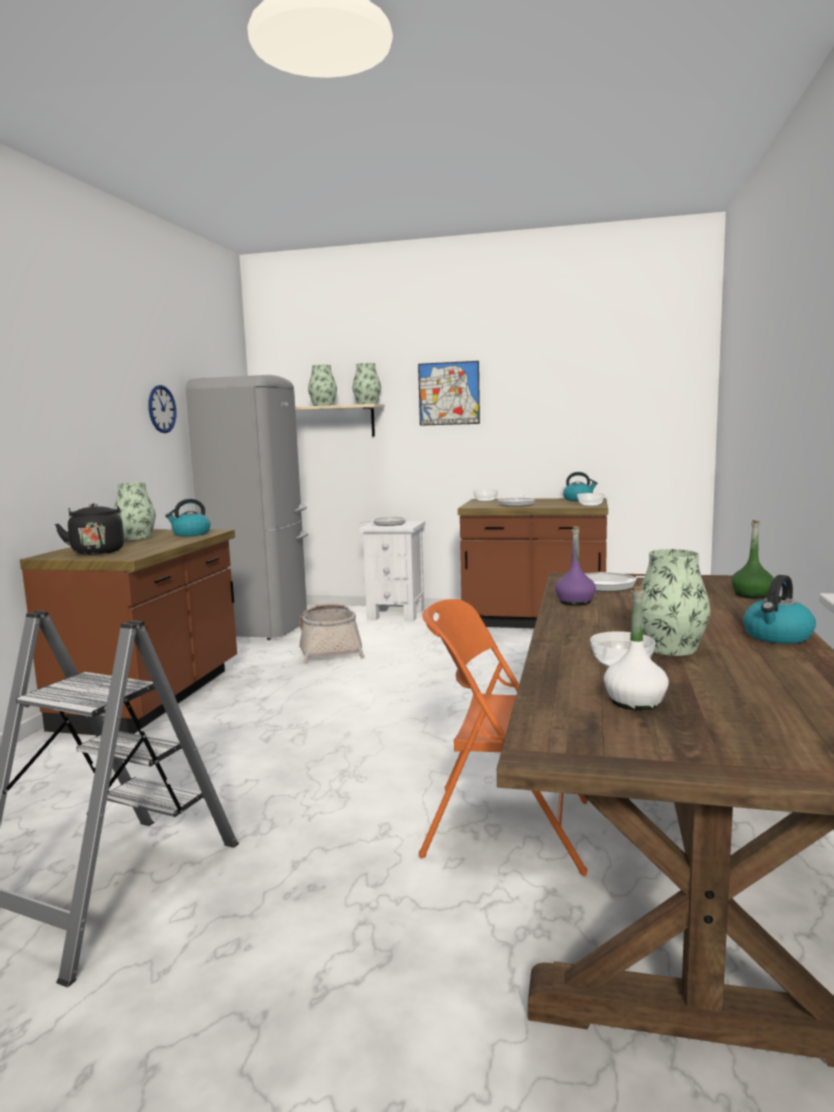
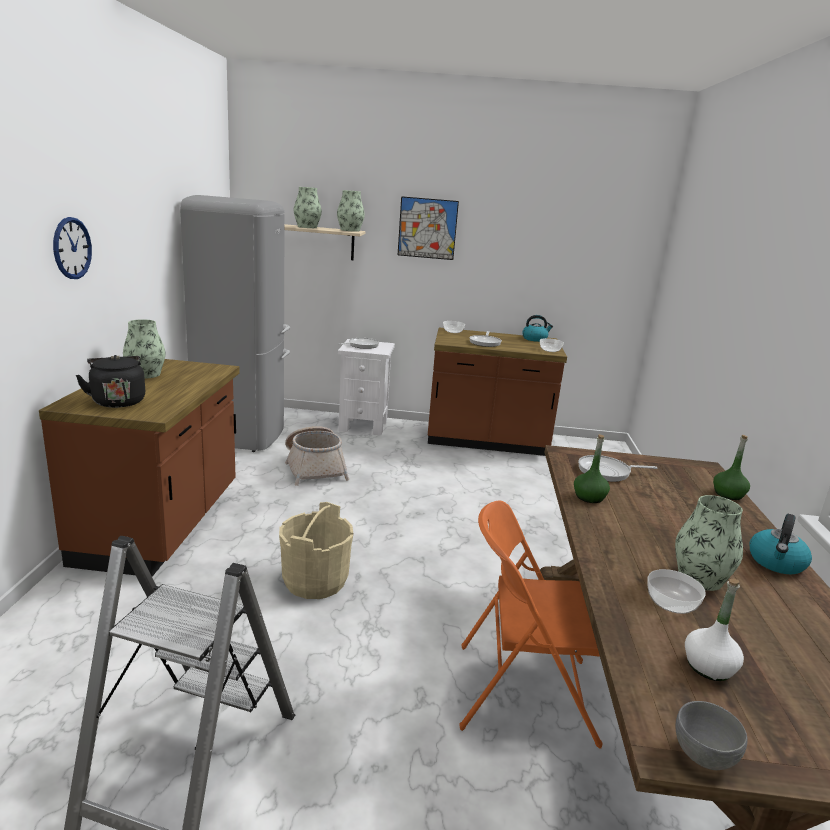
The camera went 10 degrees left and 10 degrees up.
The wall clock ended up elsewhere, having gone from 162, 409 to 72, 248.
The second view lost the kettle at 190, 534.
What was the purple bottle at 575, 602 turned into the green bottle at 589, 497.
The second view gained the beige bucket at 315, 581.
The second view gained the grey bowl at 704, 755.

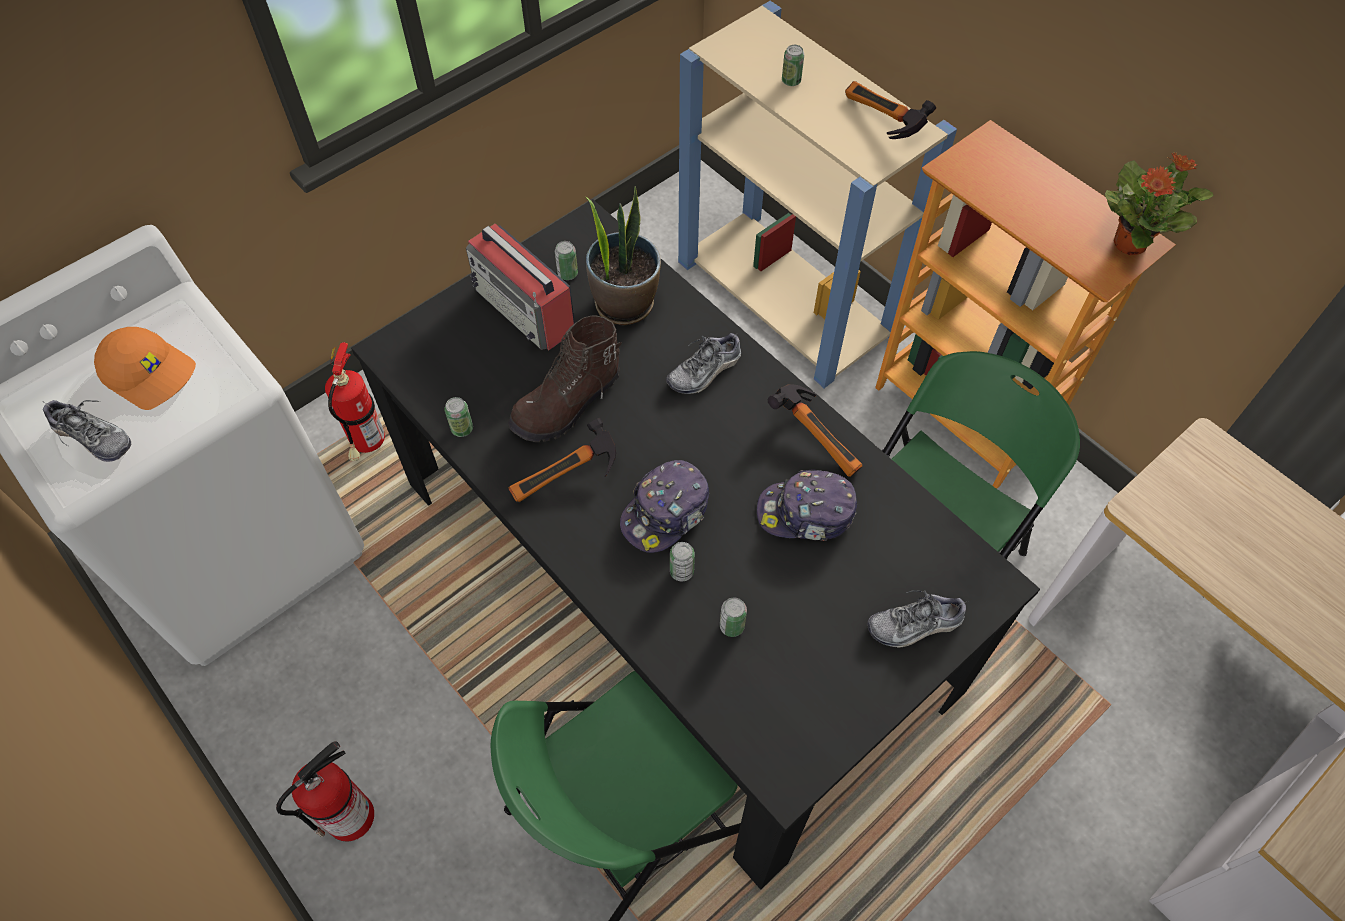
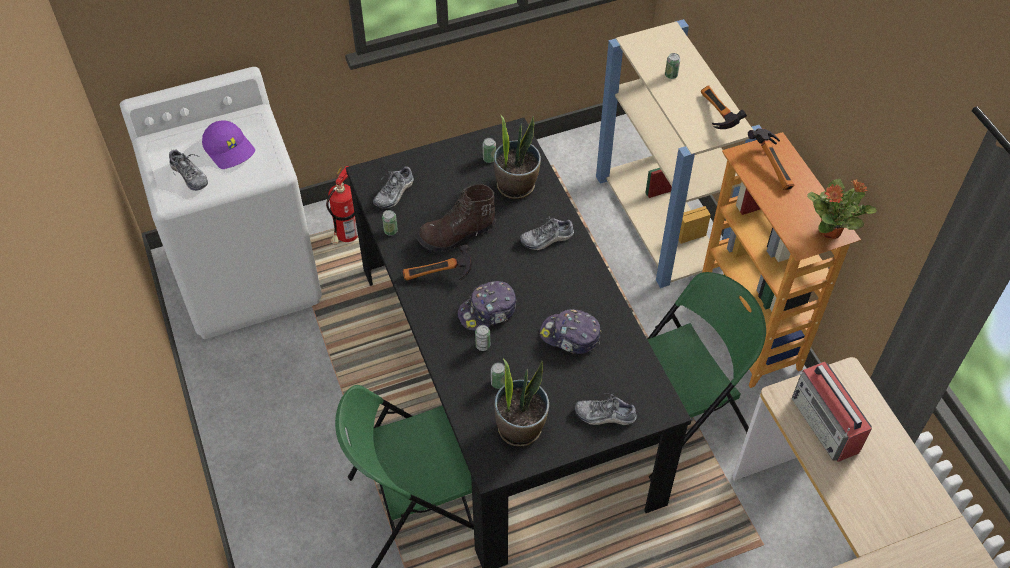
The camera went 20 degrees right and 5 degrees down.
The radio ended up elsewhere, having gone from 526, 310 to 825, 425.
What was the orange cap at 151, 373 turned into the purple cap at 230, 149.
The hammer ended up elsewhere, having gone from 820, 437 to 774, 166.
The second view lost the fire extinguisher at 351, 815.
The second view gained the shoe at 394, 193.
The second view gained the potted plant at 520, 427.

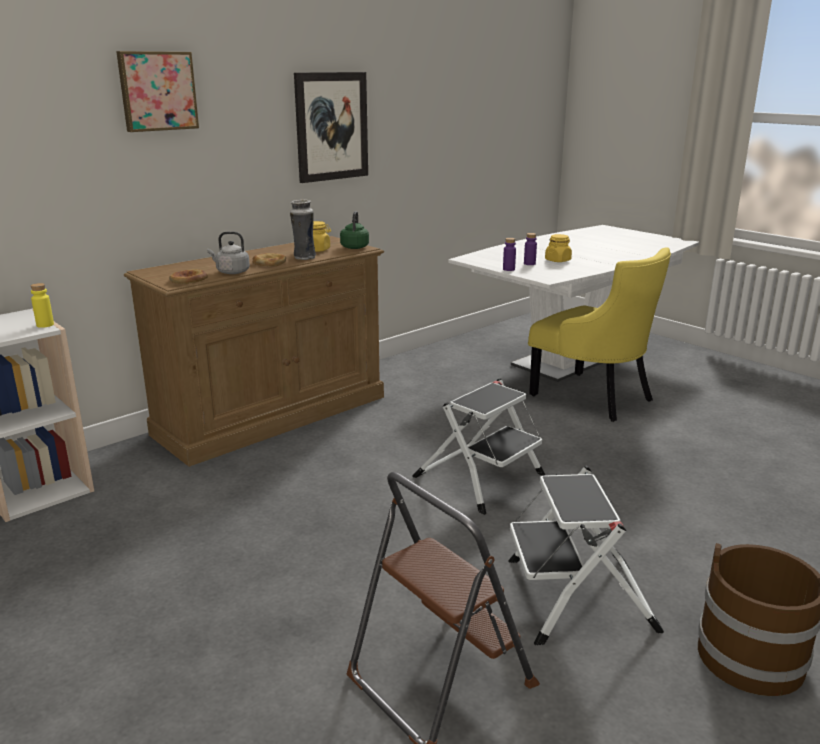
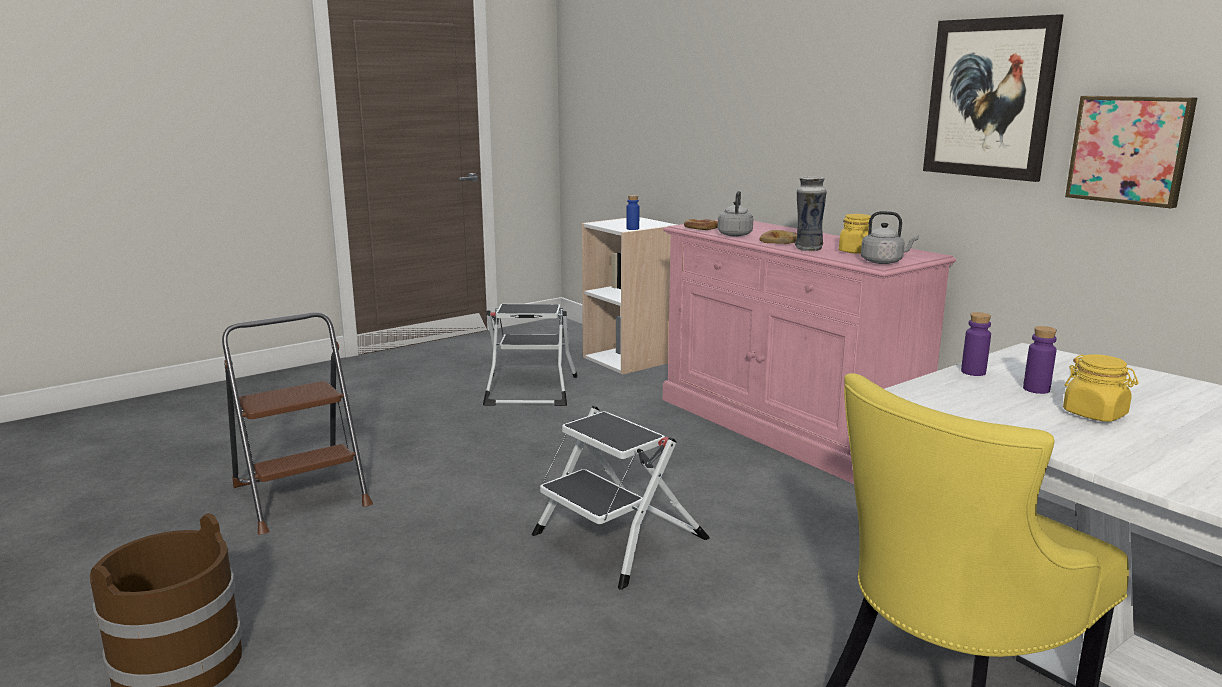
The camera went 95 degrees right and 5 degrees down.
The picture ended up elsewhere, having gone from 157, 91 to 1130, 149.
What was the green kettle at 355, 247 turned into the grey kettle at 884, 262.
What was the brown cabinet at 274, 415 turned into the pink cabinet at 785, 428.
What was the yellow bottle at 45, 325 turned into the blue bottle at 632, 229.
The step ladder ended up elsewhere, having gone from 578, 596 to 530, 389.

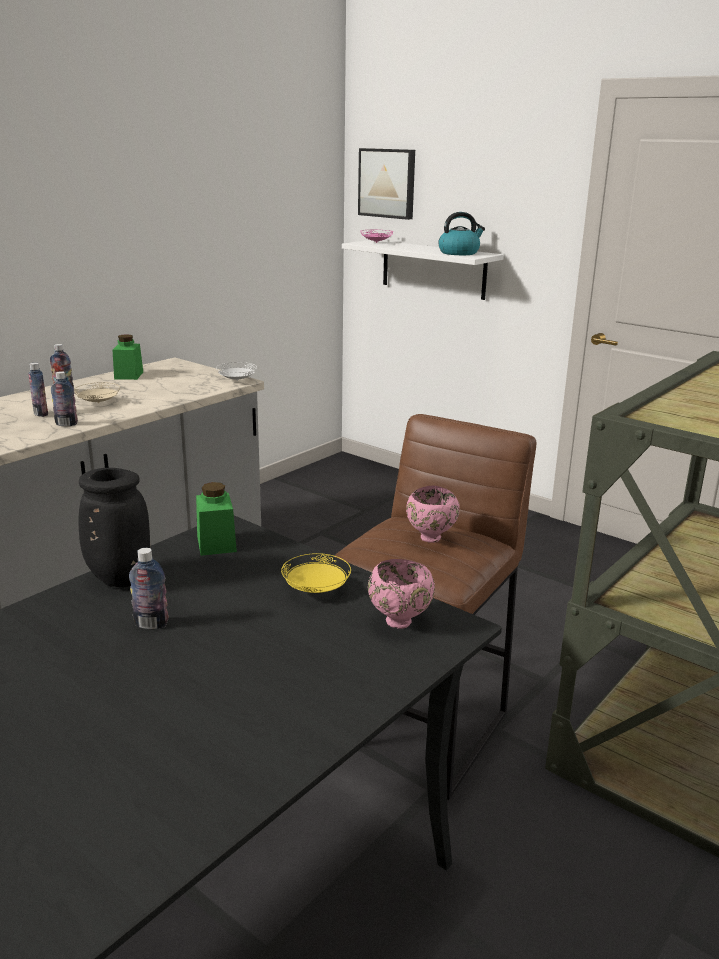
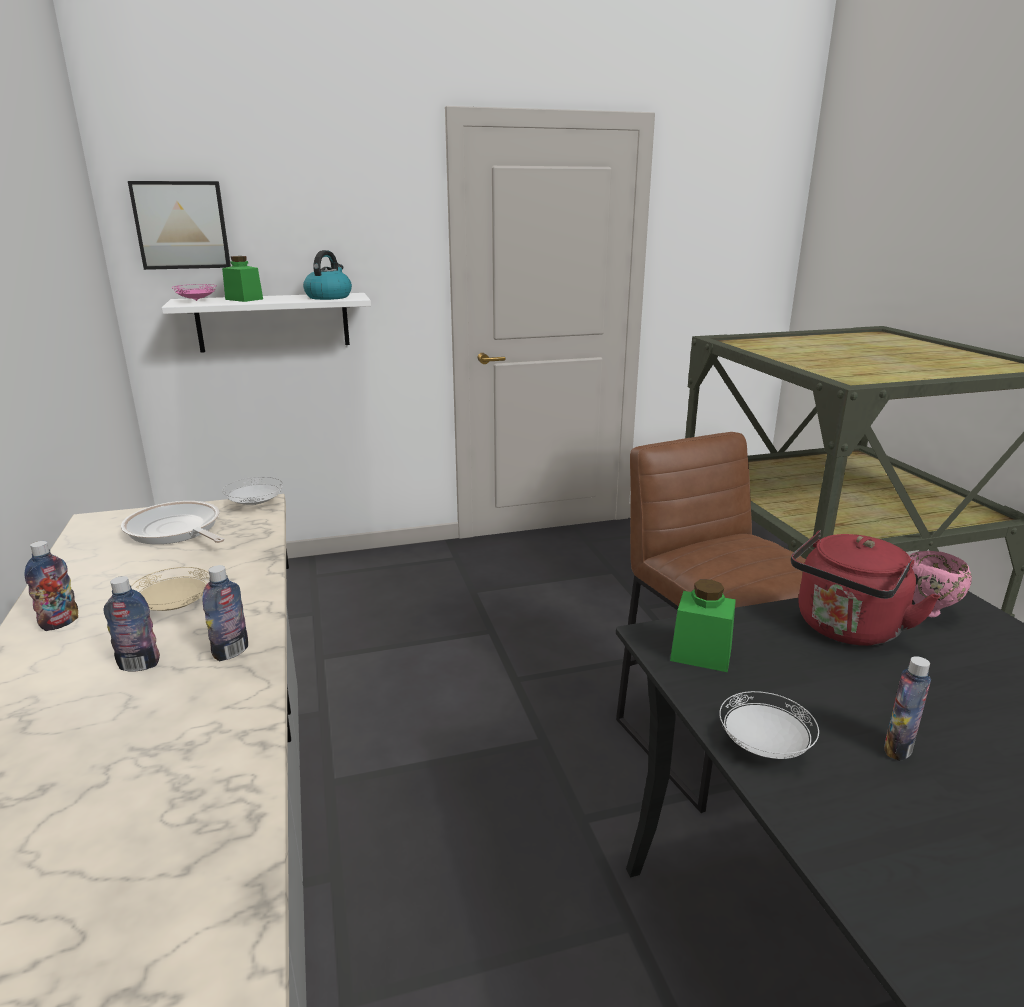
The camera went 55 degrees left and 0 degrees up.
The green jar ended up elsewhere, having gone from 129, 375 to 244, 299.
Where the black vase stood at 117, 579, the white plate came to stand at 763, 746.
The second view lost the pink bowl at 431, 539.
Where the yellow plate stood at 316, 589, the red kettle came to stand at 846, 630.
The second view gained the frying pan at 175, 530.

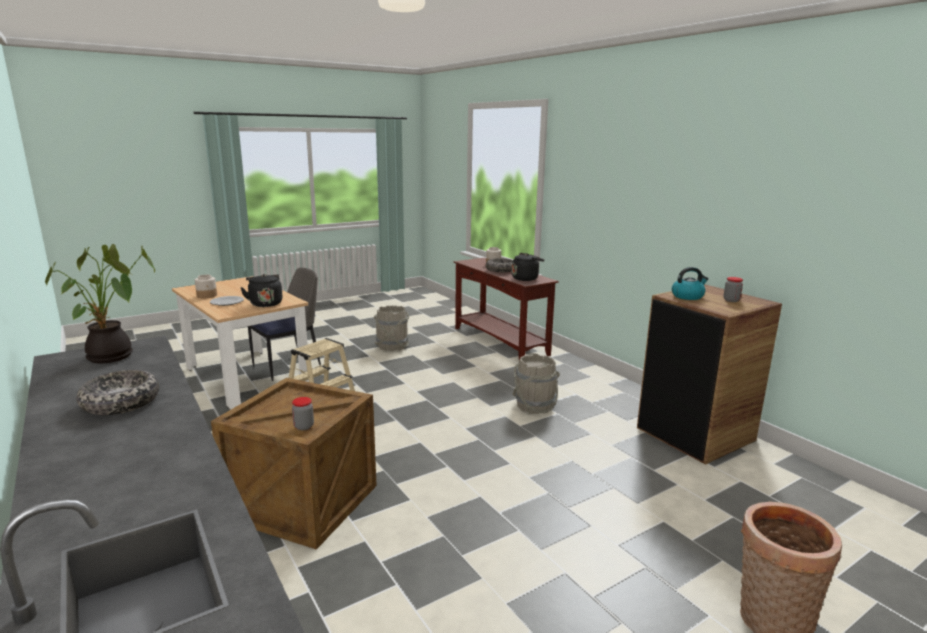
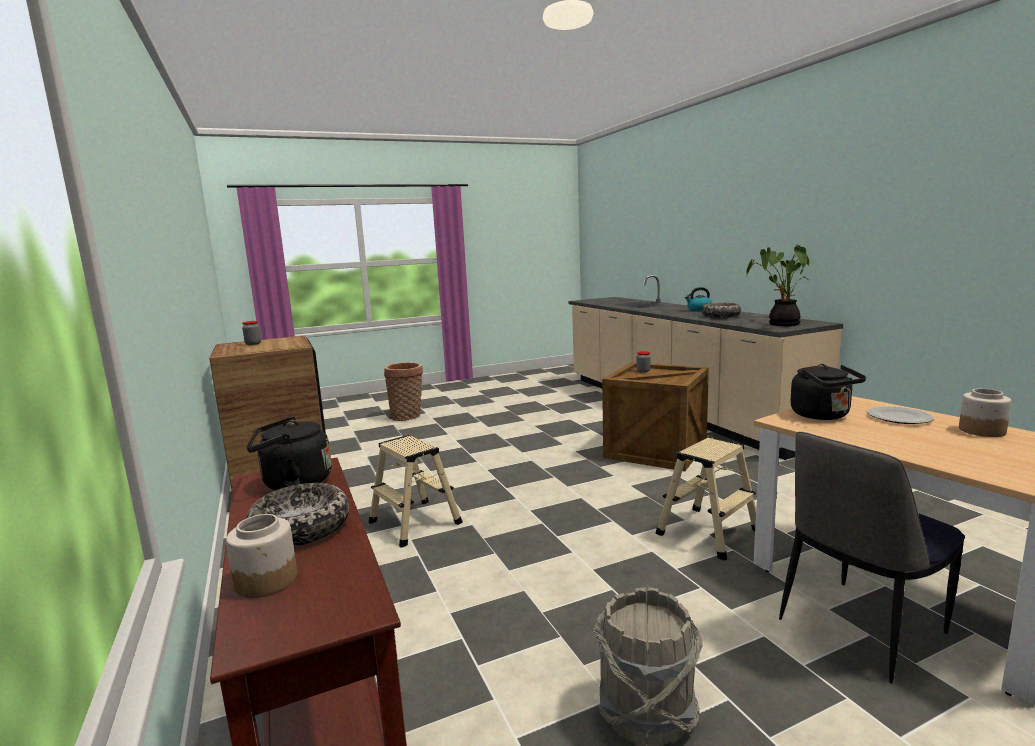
The camera went 170 degrees left and 5 degrees down.
The kettle ended up elsewhere, having gone from 687, 296 to 699, 310.
Where the grey bucket stood at 534, 406, the beige step ladder came to stand at 415, 522.

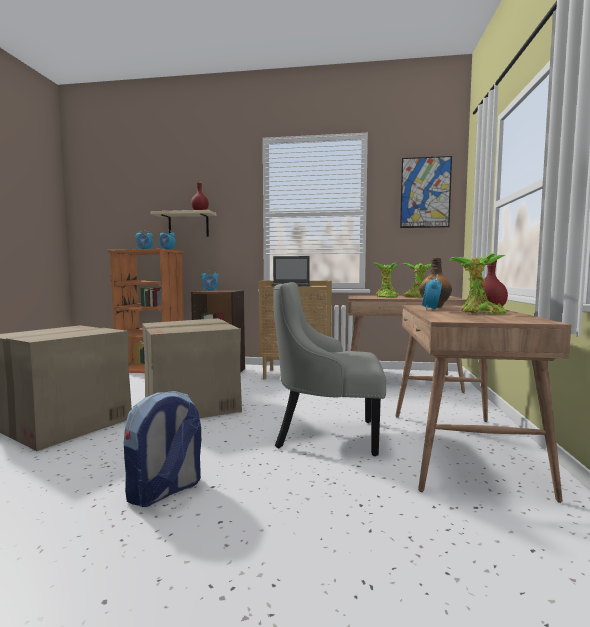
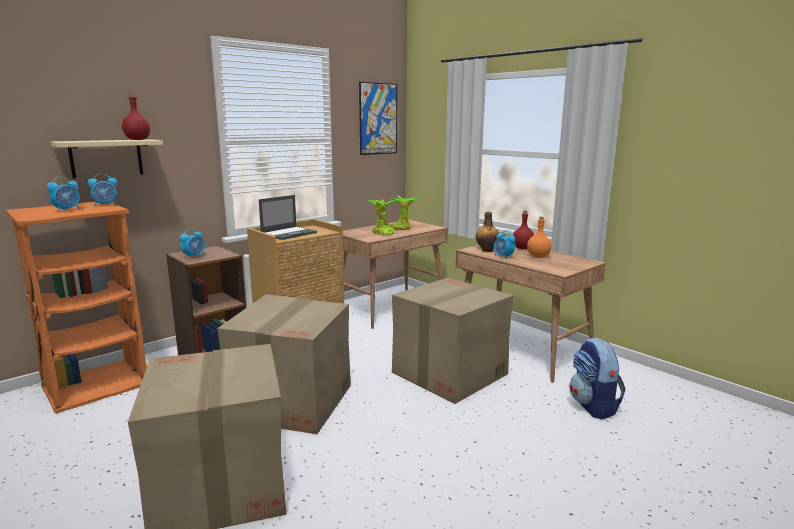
The camera went 50 degrees left and 10 degrees up.
Where the potted plant stood at 478, 313, the orange bottle came to stand at 538, 256.
Where the grey chair stood at 328, 435, the cardboard box came to stand at 449, 373.
The backpack ended up elsewhere, having gone from 165, 491 to 593, 406.

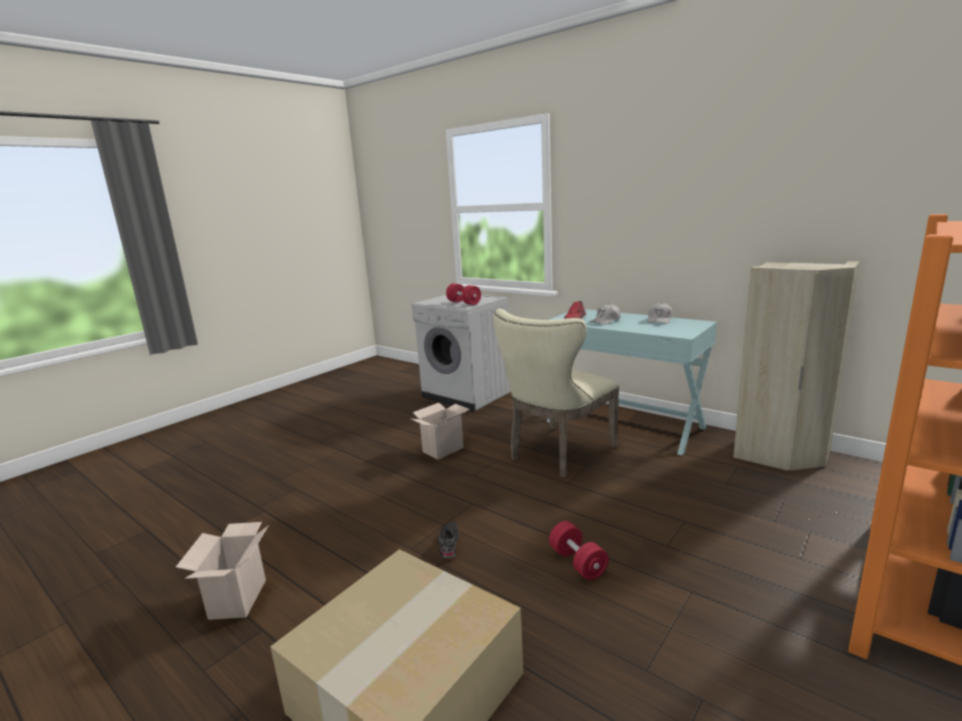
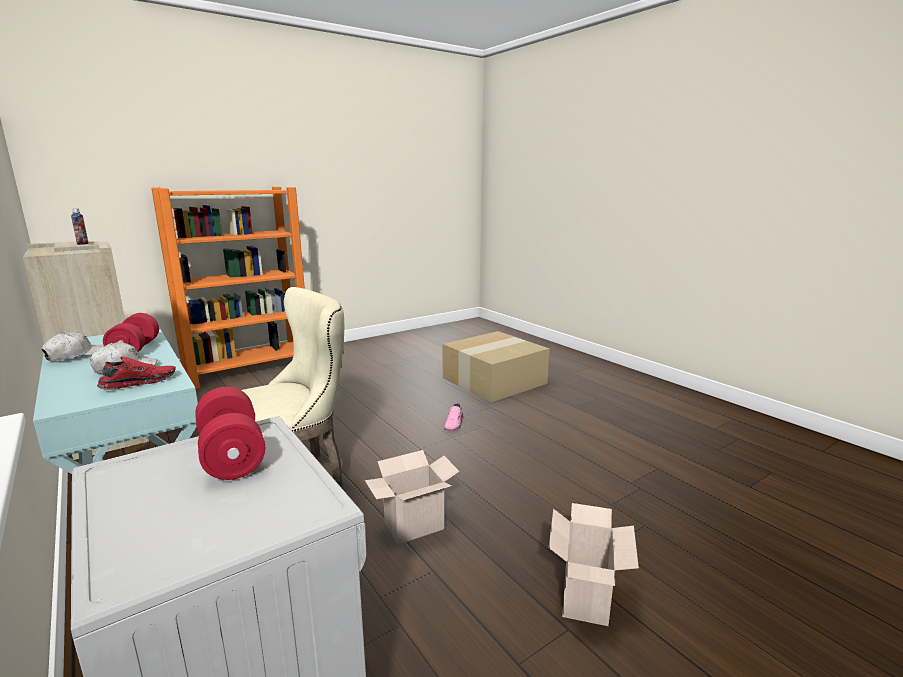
The camera went 165 degrees left and 0 degrees up.
The red dumbbell ended up elsewhere, having gone from 578, 562 to 135, 349.
The cardboard box ended up elsewhere, having gone from 237, 598 to 587, 600.
What was the black shoe at 448, 544 turned into the pink shoe at 455, 424.
The second view gained the bottle at 83, 244.

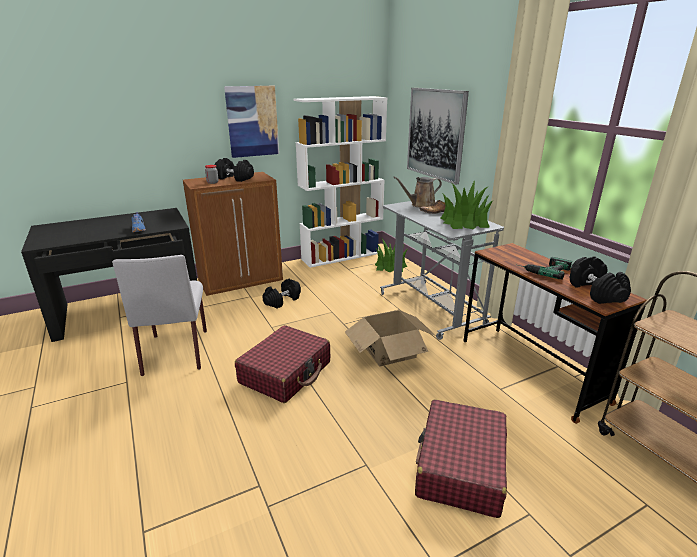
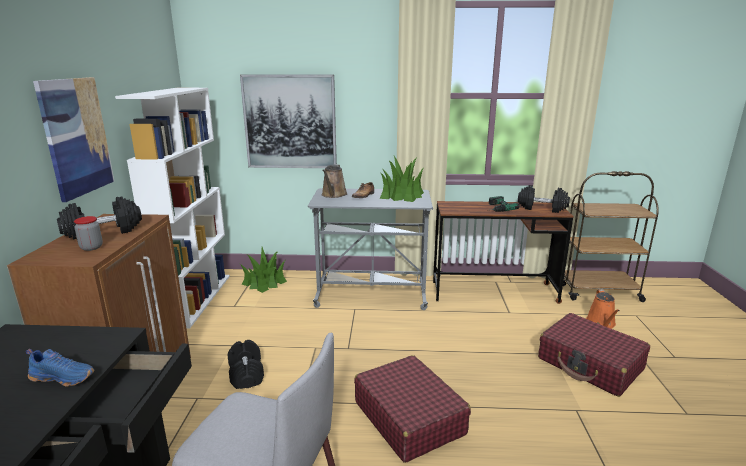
The camera went 60 degrees left and 5 degrees down.
The second view lost the cardboard box at 389, 351.
The second view gained the orange watering can at 601, 323.

